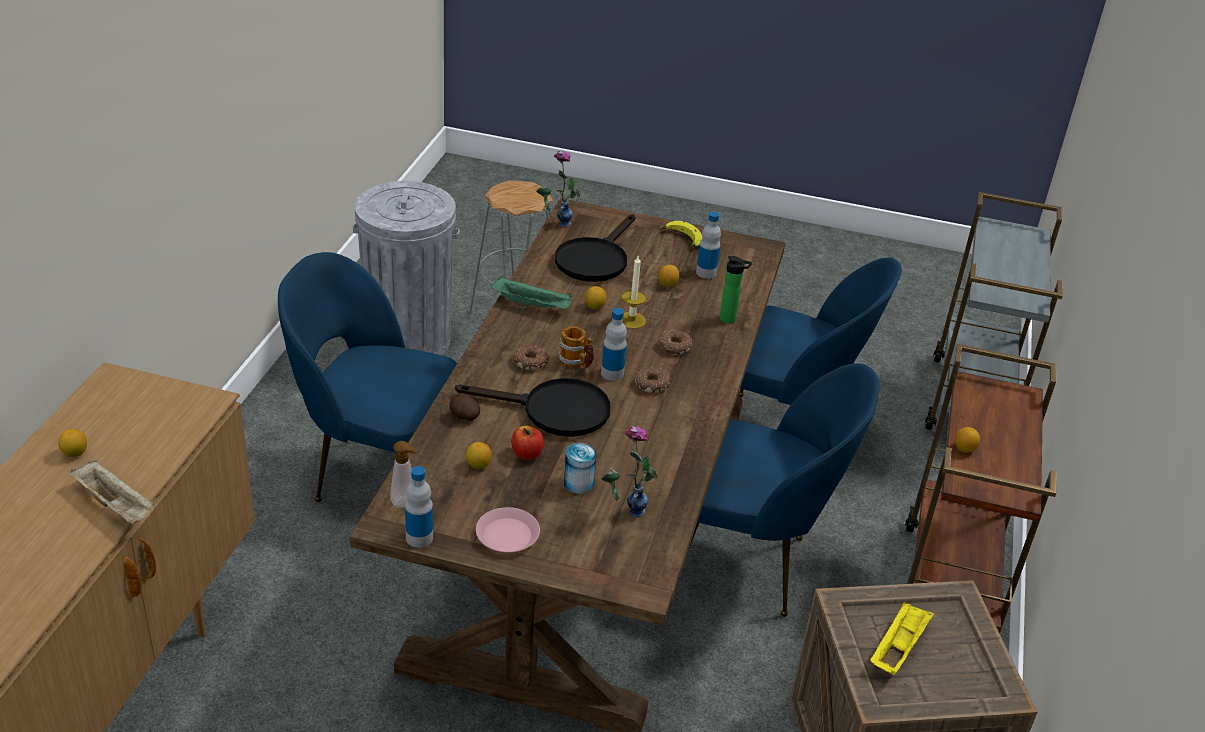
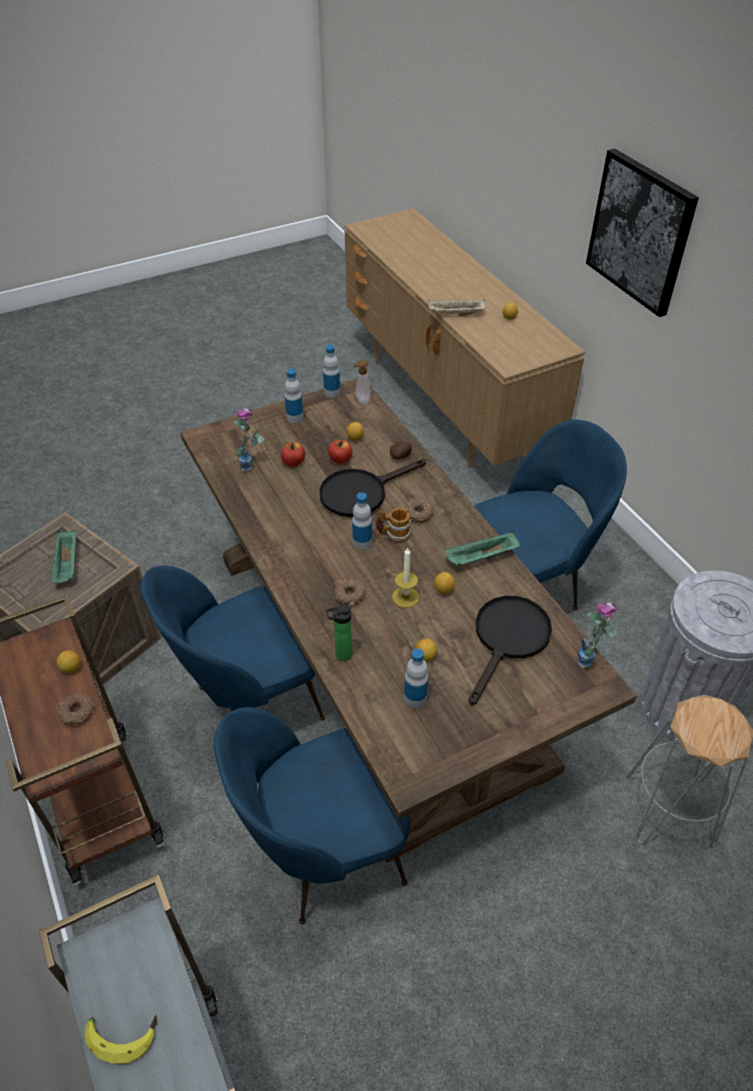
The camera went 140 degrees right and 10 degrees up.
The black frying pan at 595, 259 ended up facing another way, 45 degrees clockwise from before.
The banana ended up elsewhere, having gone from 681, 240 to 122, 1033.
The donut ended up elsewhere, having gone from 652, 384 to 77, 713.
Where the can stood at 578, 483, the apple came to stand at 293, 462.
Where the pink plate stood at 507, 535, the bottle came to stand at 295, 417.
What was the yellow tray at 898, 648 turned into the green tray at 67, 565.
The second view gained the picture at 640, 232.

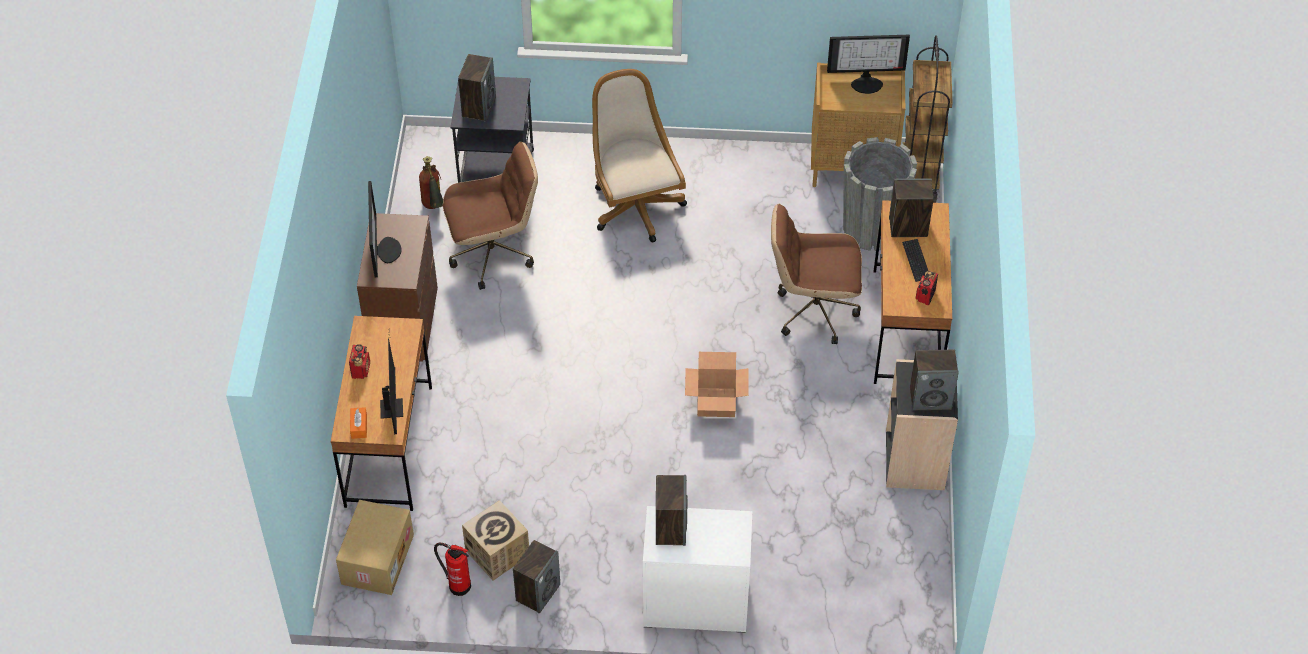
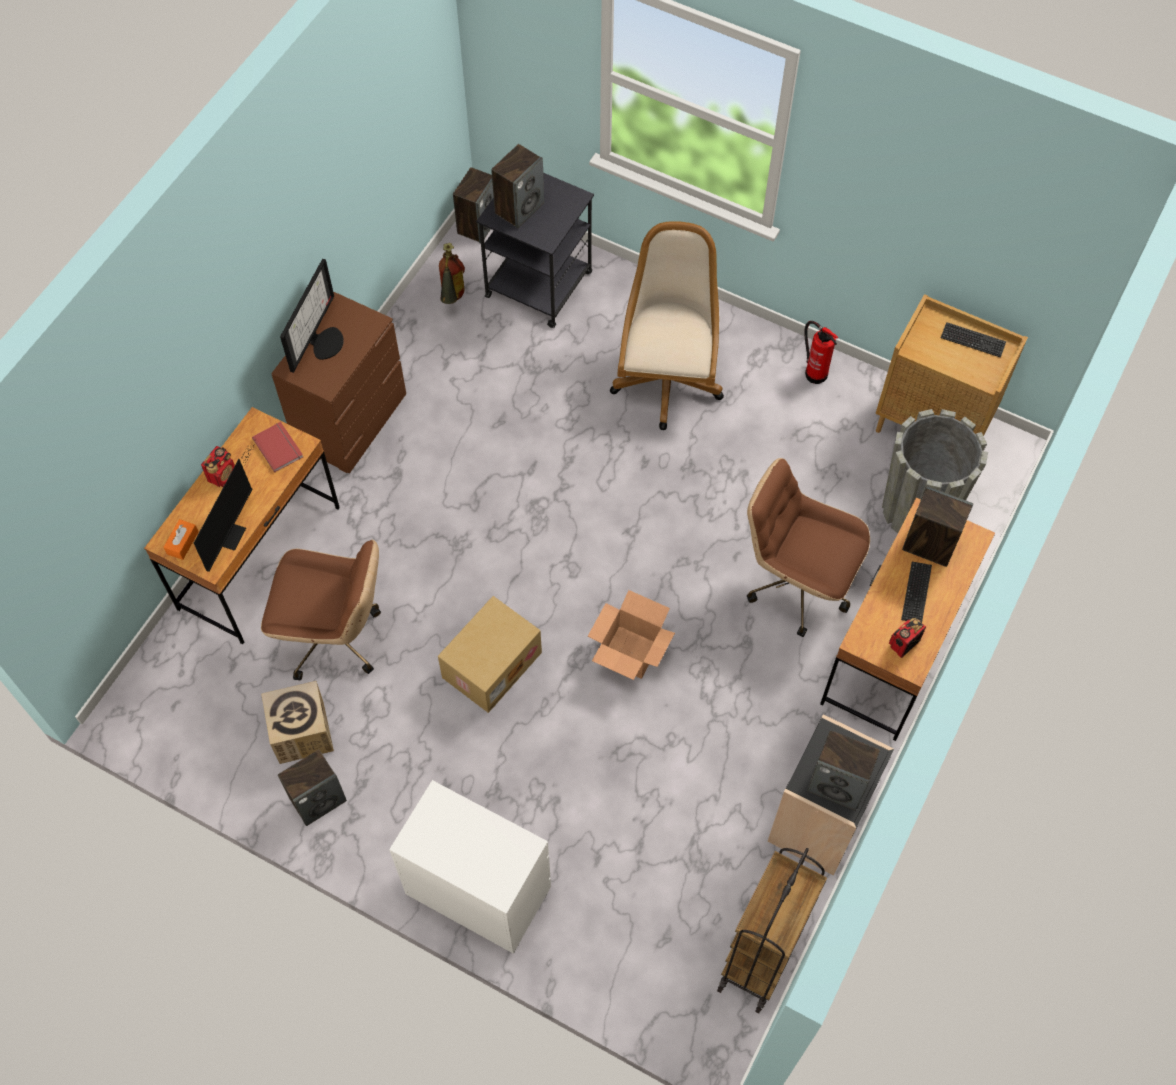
The camera went 25 degrees right and 10 degrees up.
Where the monitor stood at 867, 82, the keyboard came to stand at 972, 340.
The brown cart ended up elsewhere, having gone from 919, 176 to 761, 957.
The brown office chair ended up elsewhere, having gone from 495, 256 to 336, 640.
The speaker ended up elsewhere, having gone from 670, 528 to 478, 225.
The cardboard box ended up elsewhere, having gone from 376, 558 to 491, 663.
The fire extinguisher ended up elsewhere, having gone from 458, 585 to 815, 372.
The second view gained the red book at 279, 447.

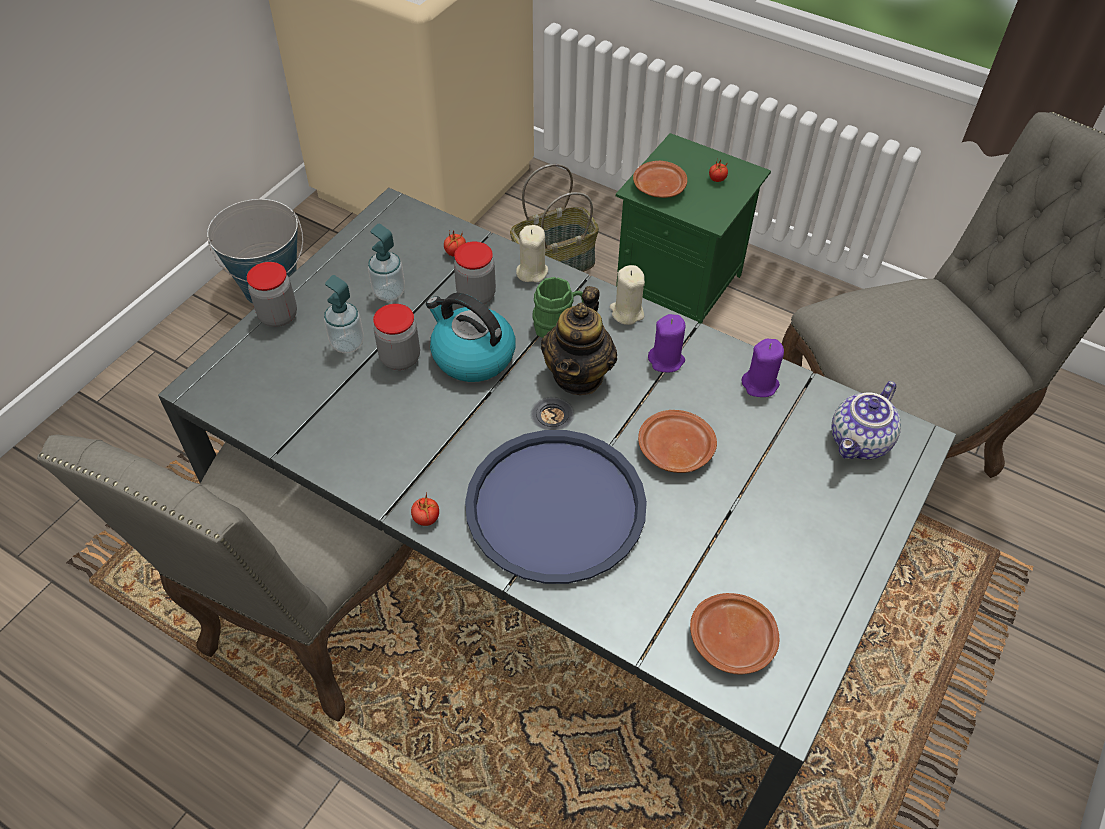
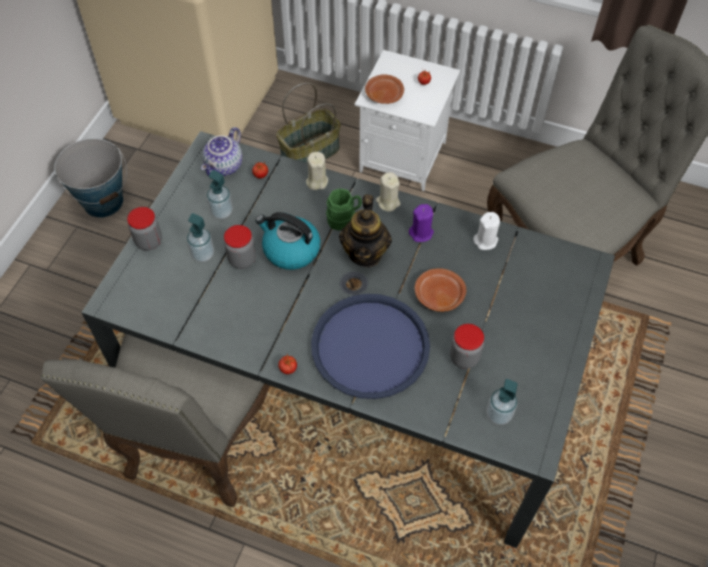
The camera went 10 degrees left and 5 degrees up.
What was the green nightstand at 682, 286 turned into the white nightstand at 405, 156.
The jar ended up elsewhere, having gone from 476, 295 to 464, 357.
What was the purple candle at 760, 384 turned into the white candle at 485, 240.
The teapot ended up elsewhere, having gone from 860, 442 to 225, 166.
Where the brown plate stood at 733, 640, the soap dispenser came to stand at 499, 414.

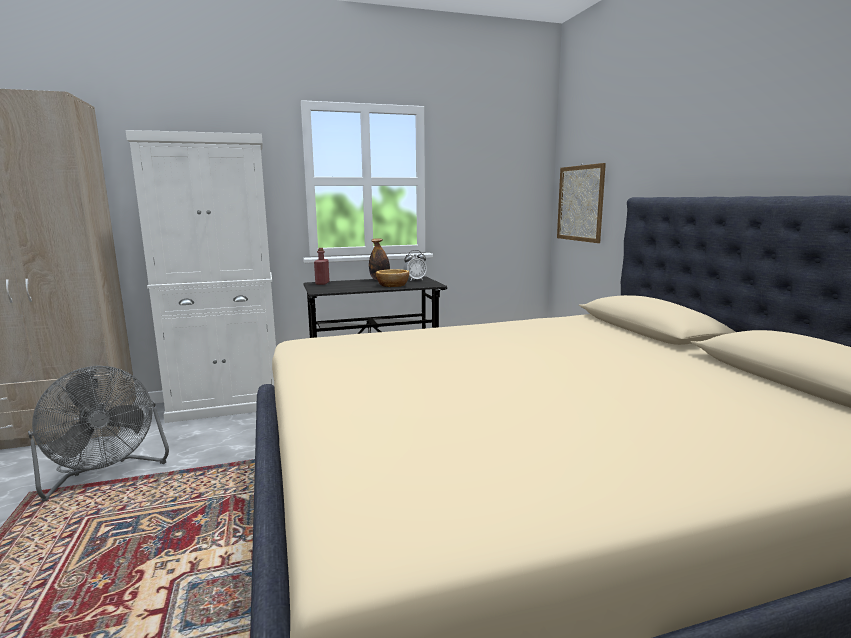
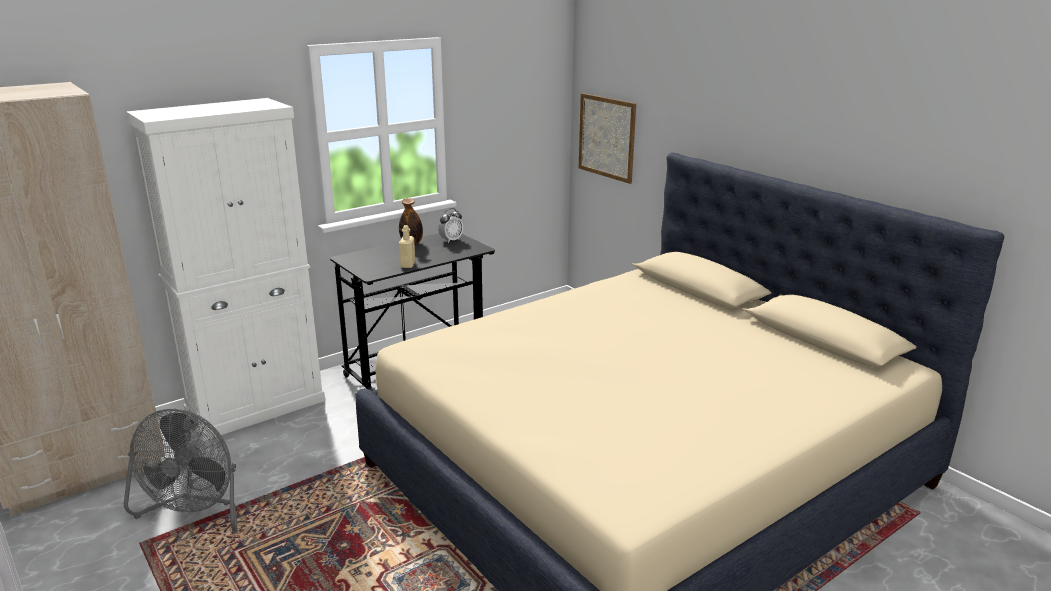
The camera went 20 degrees left and 10 degrees up.
The second view lost the red bottle at 322, 283.
The second view lost the bowl at 393, 285.
The grey fan at 99, 474 ended up facing another way, 75 degrees clockwise from before.
The second view gained the beige bottle at 408, 265.

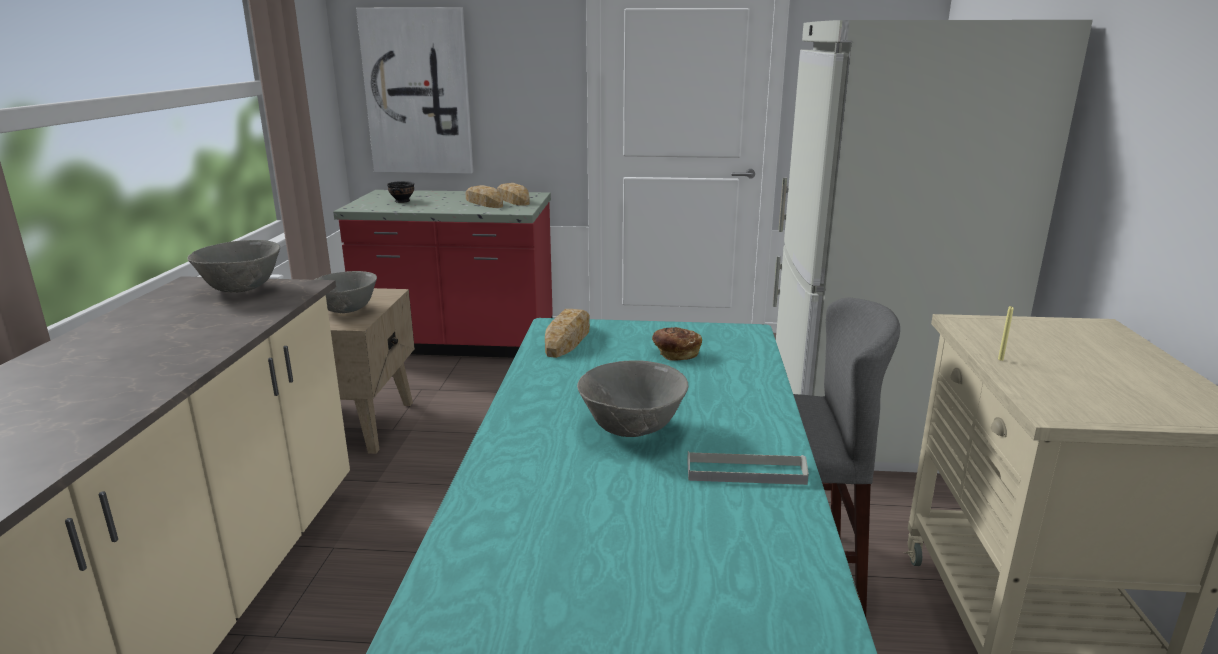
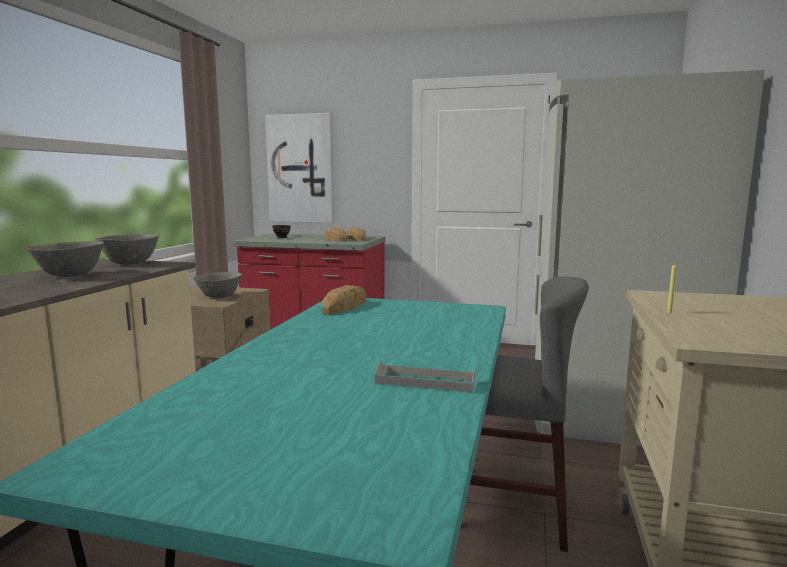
The camera went 10 degrees right and 10 degrees down.
The second view lost the bread at 675, 353.
The grey bowl ended up elsewhere, having gone from 632, 430 to 70, 276.

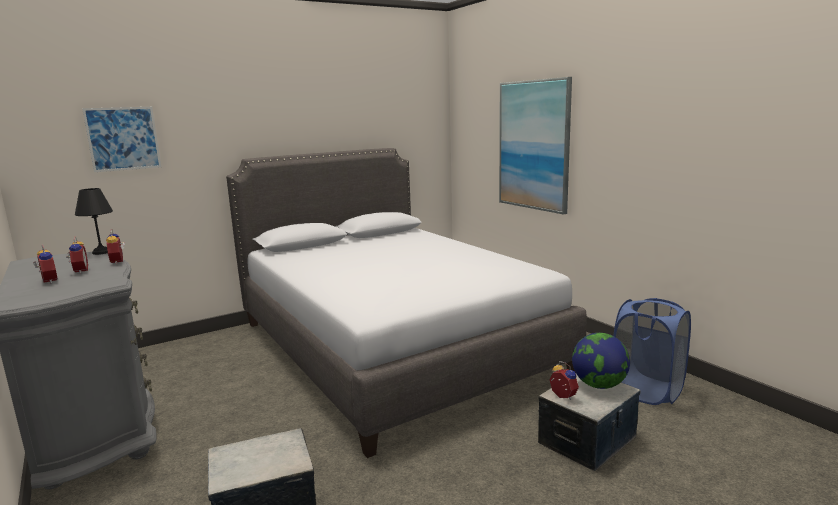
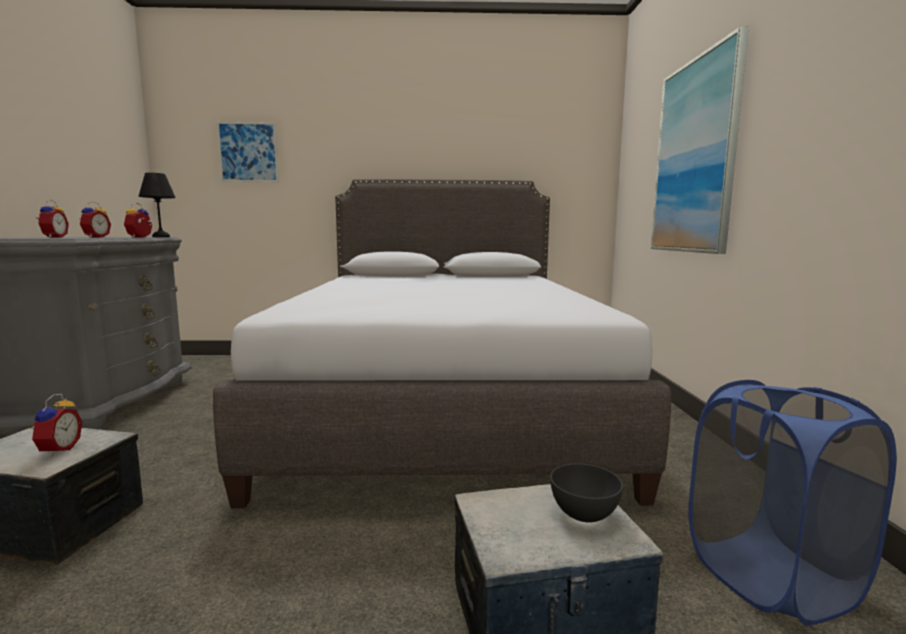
The camera went 30 degrees right and 5 degrees down.
Where the globe stood at 599, 385, the grey bowl came to stand at 583, 514.
The alarm clock ended up elsewhere, having gone from 561, 396 to 57, 450.

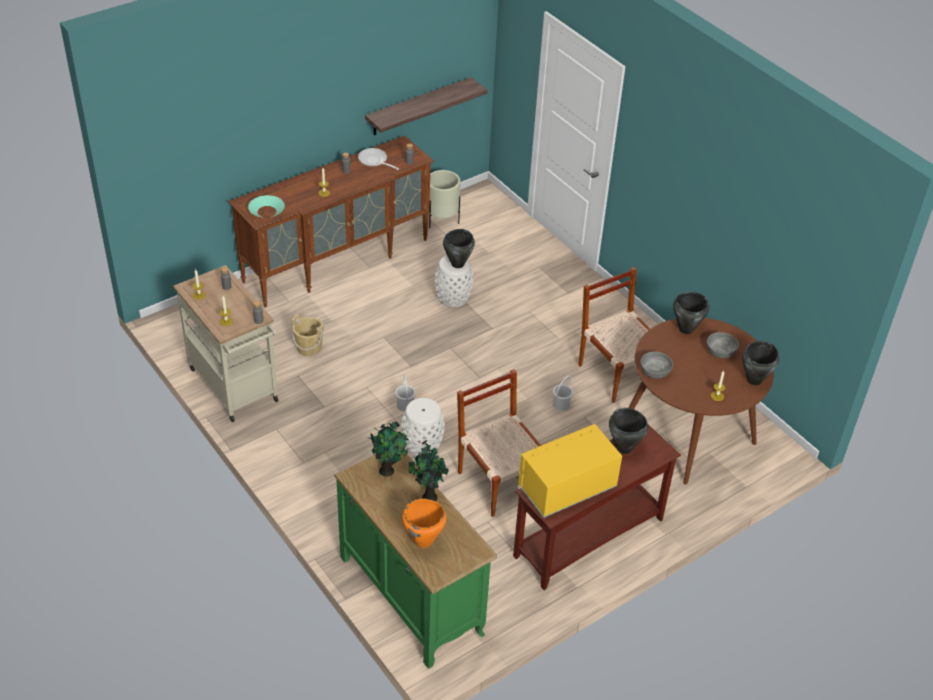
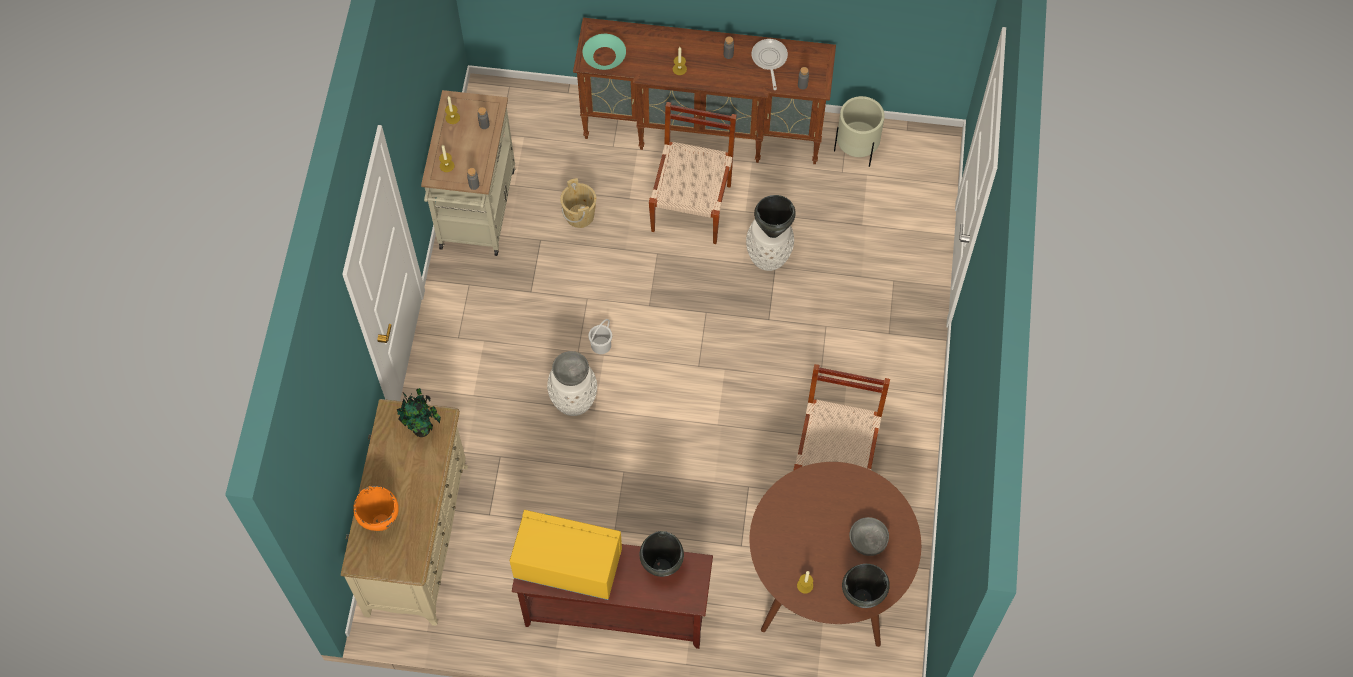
The camera went 45 degrees right and 20 degrees up.
The second view lost the shelf at 419, 107.
The second view lost the black cooking pot at 685, 329.
The grey bowl ended up elsewhere, having gone from 654, 371 to 571, 373.
The chair ended up elsewhere, having gone from 500, 481 to 692, 206.
The second view lost the white bucket at 561, 404.
The second view lost the potted plant at 428, 496.
What was the green dresser at 412, 594 turned into the beige dresser at 419, 539.

